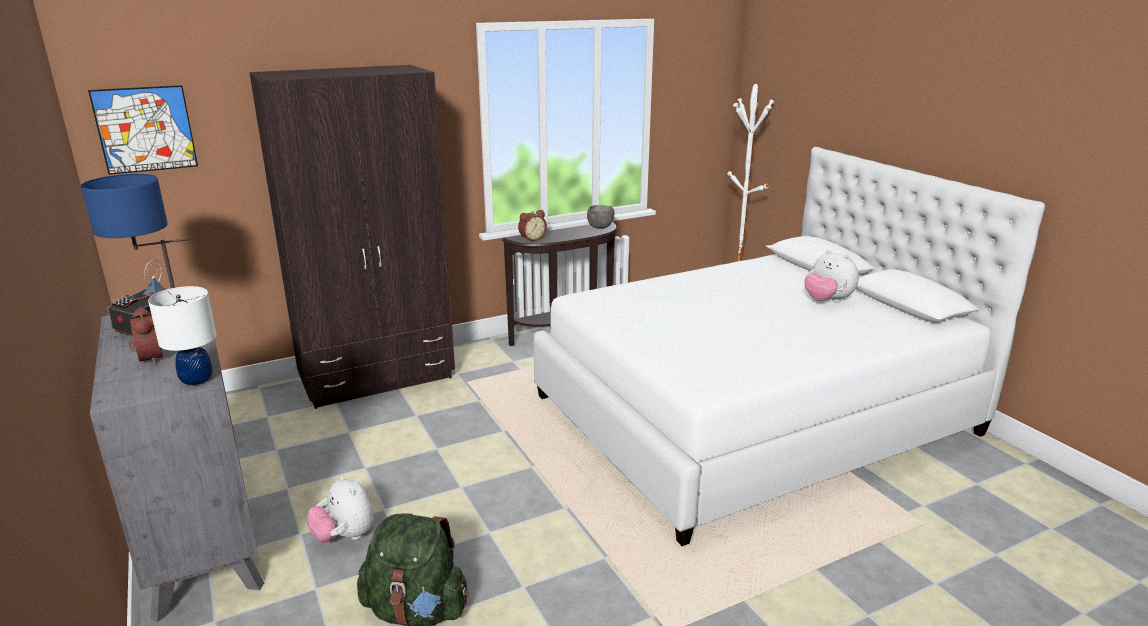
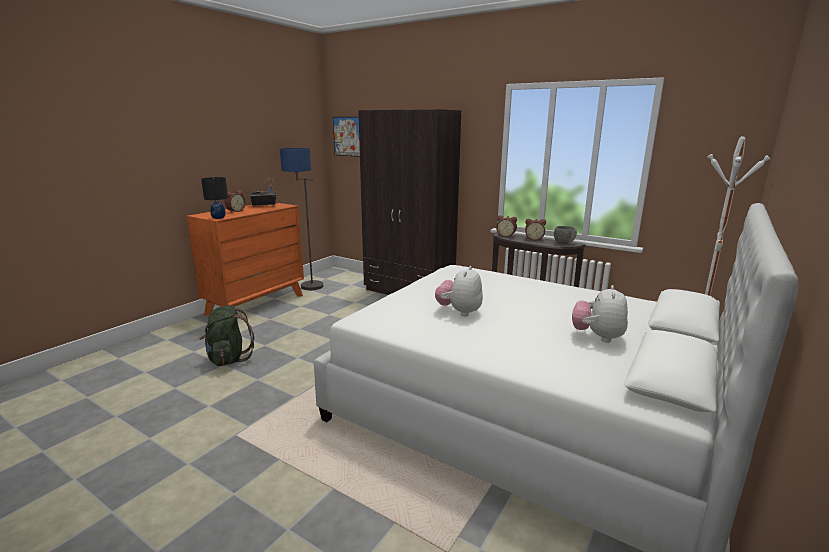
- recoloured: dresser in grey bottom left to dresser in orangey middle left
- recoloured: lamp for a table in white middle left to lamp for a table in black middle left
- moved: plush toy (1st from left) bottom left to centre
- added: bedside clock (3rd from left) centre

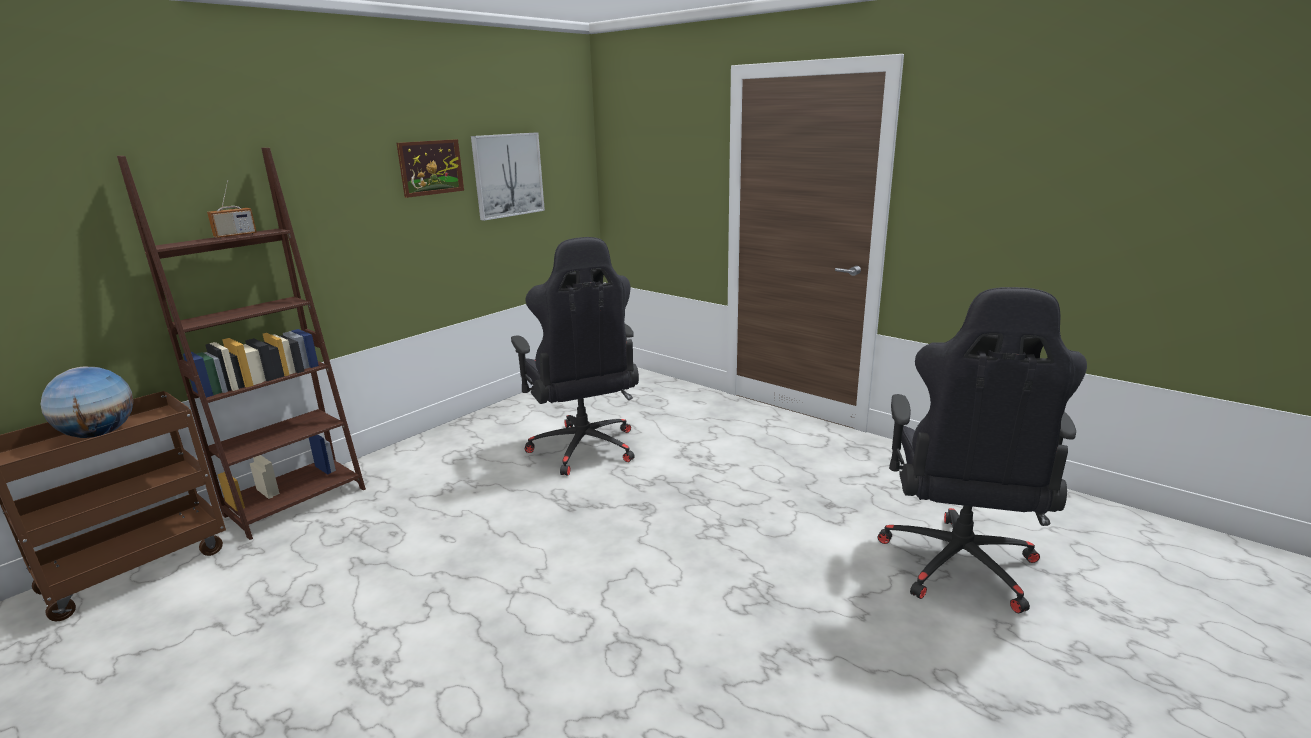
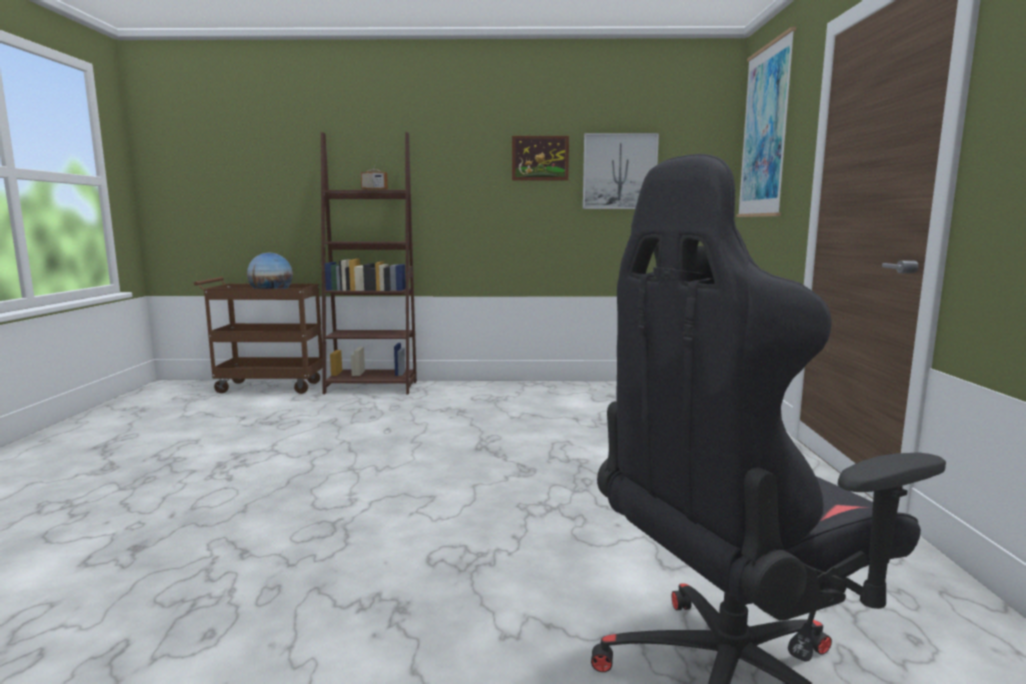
- added: wall picture (3rd from left) top right
- removed: office chair in black (1st from left) centre

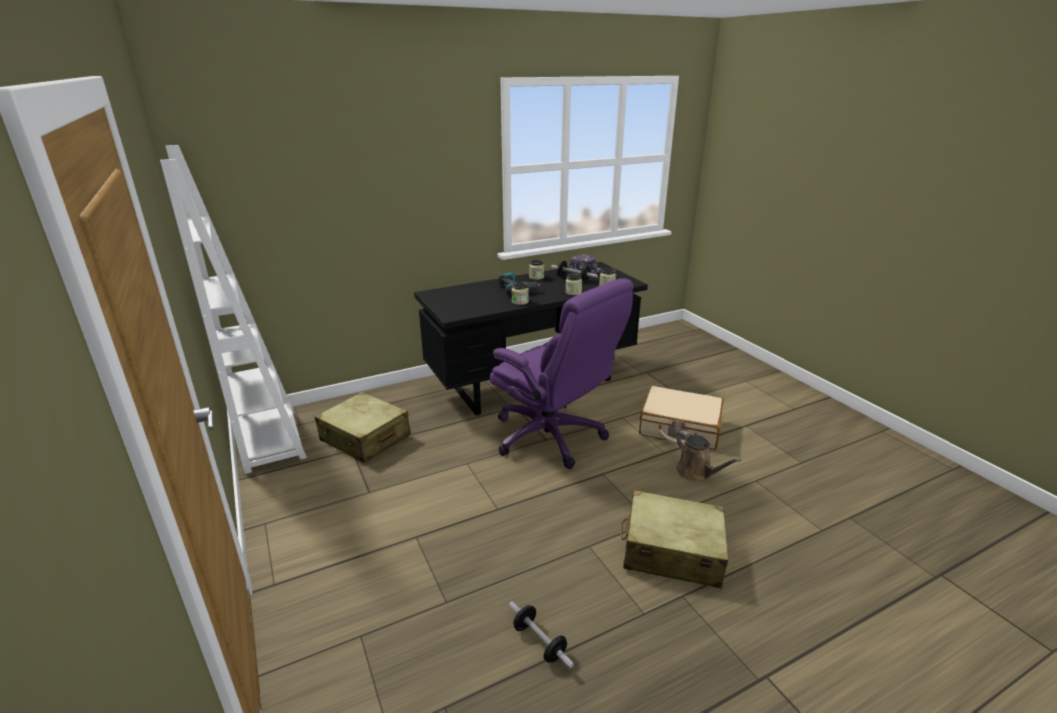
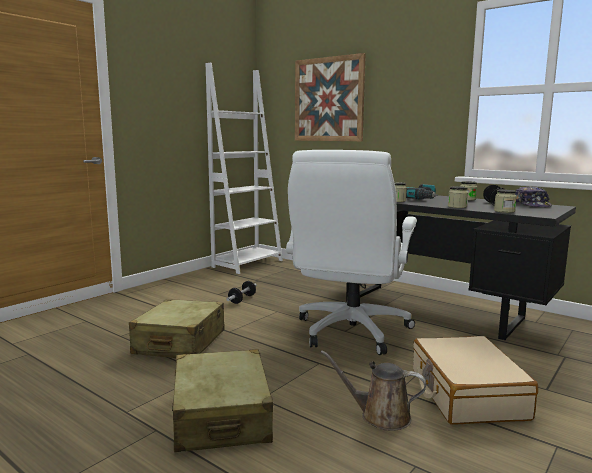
- moved: suitcase in beige-coloured (1st from left) centre to bottom left
- moved: free weight (1st from left) bottom centre to centre
- recoloured: office chair in purple-coloured centre to office chair in white centre
- added: wall picture top centre
- turned: sprinkling can in brown middle right = bottom centre 75 degrees clockwise

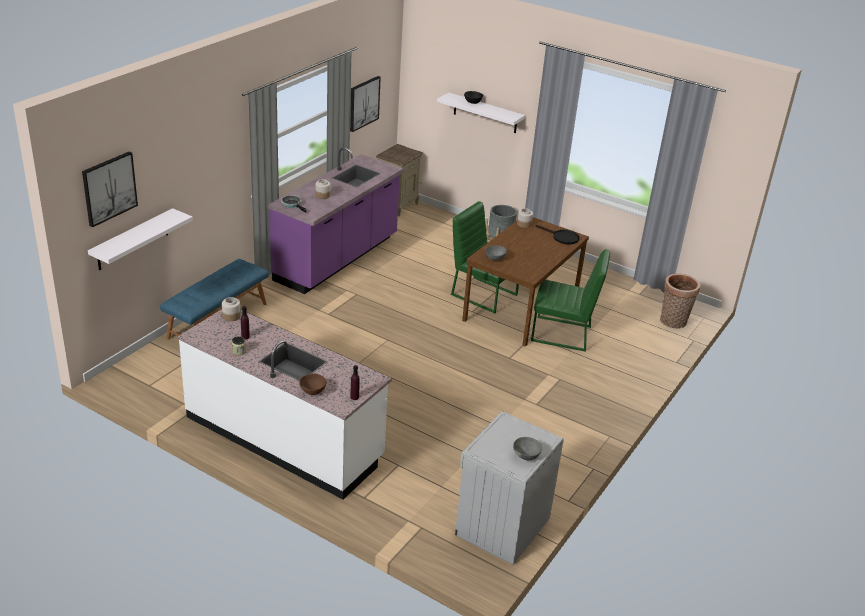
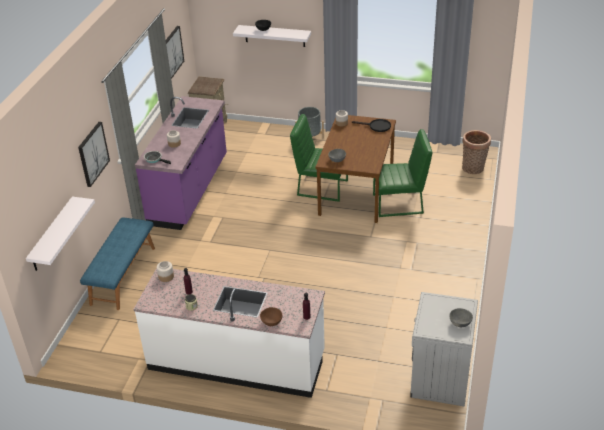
- moved: wall picture (1st from left) top left to middle left

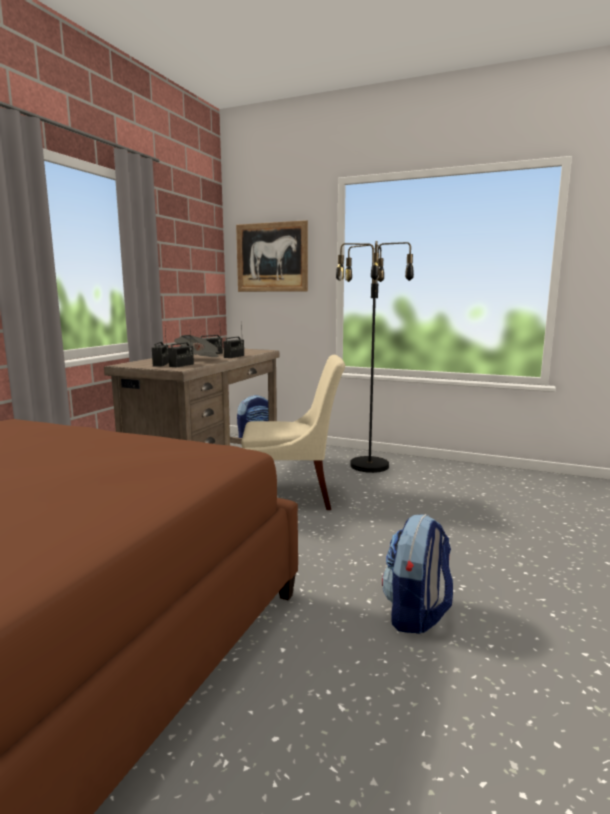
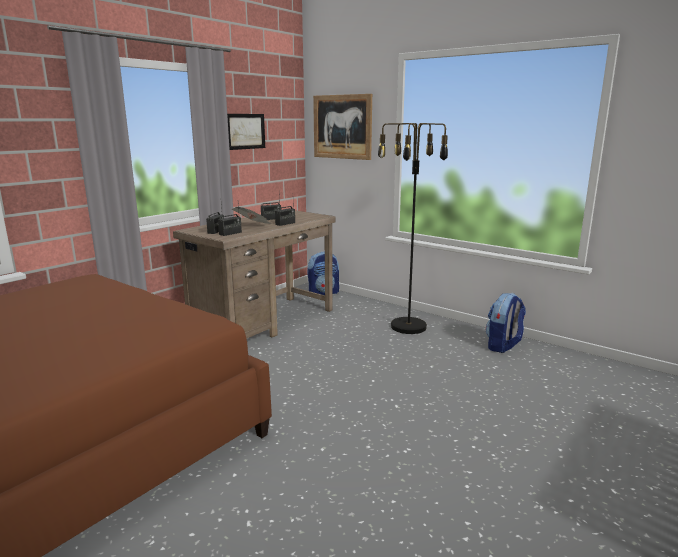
- added: wall picture (1st from left) top centre
- moved: backpack (2nd from left) bottom right to middle right
- removed: plain chair in beige-coloured centre

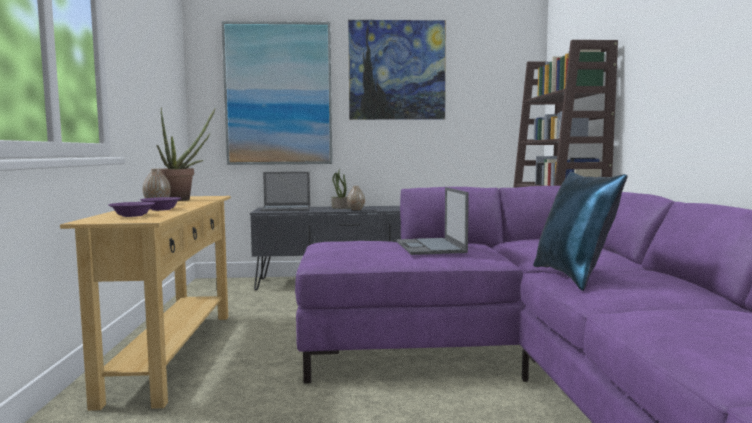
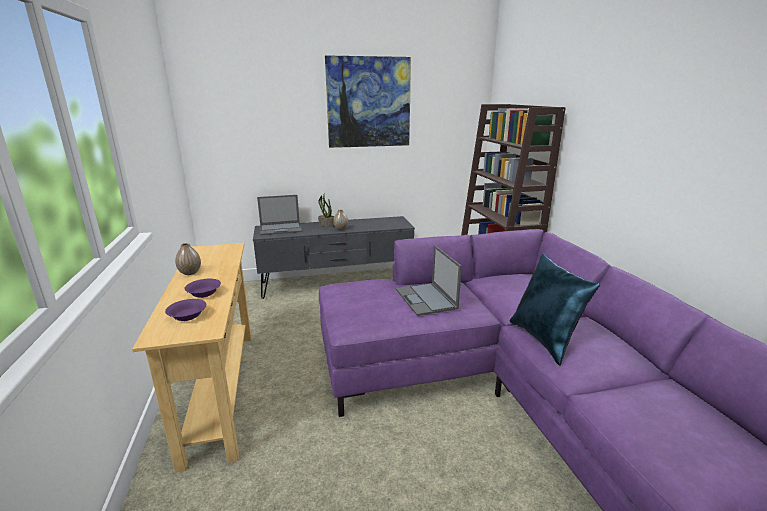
- removed: plant in a pot (1st from left) middle left
- removed: wall picture (1st from left) top centre

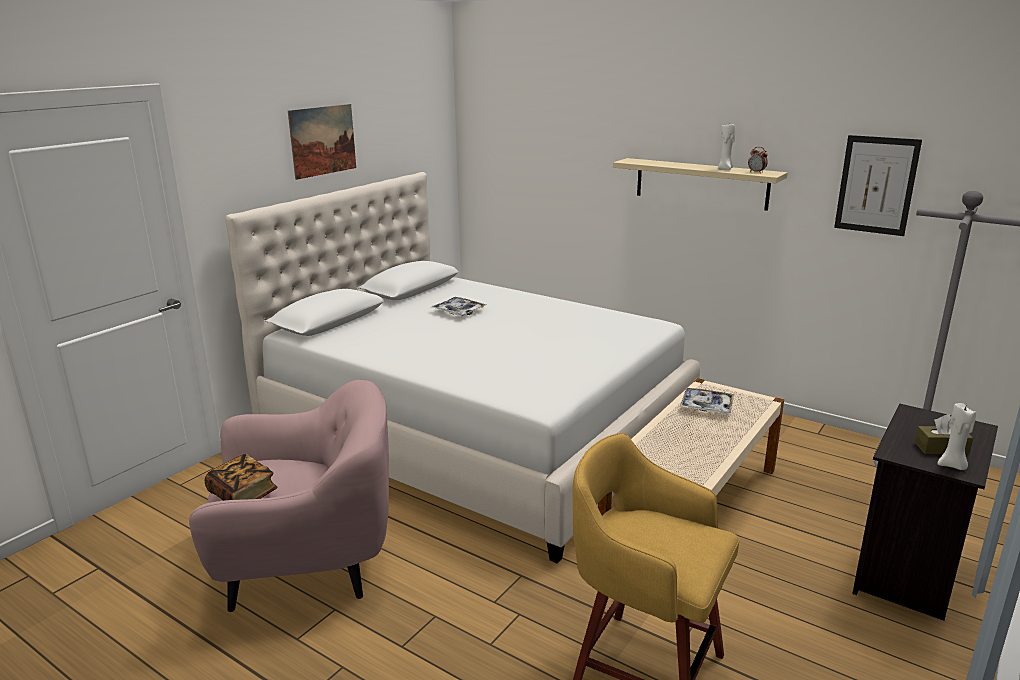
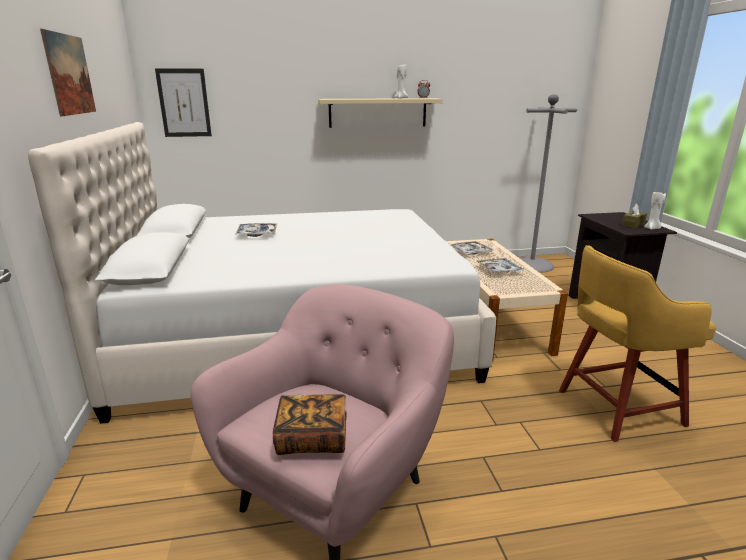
- moved: wall picture (2nd from left) top right to top left
- added: serving tray (3rd from left) middle right

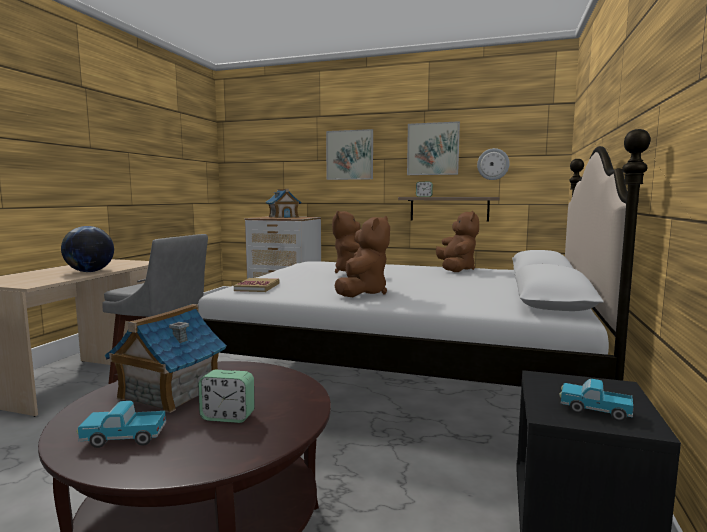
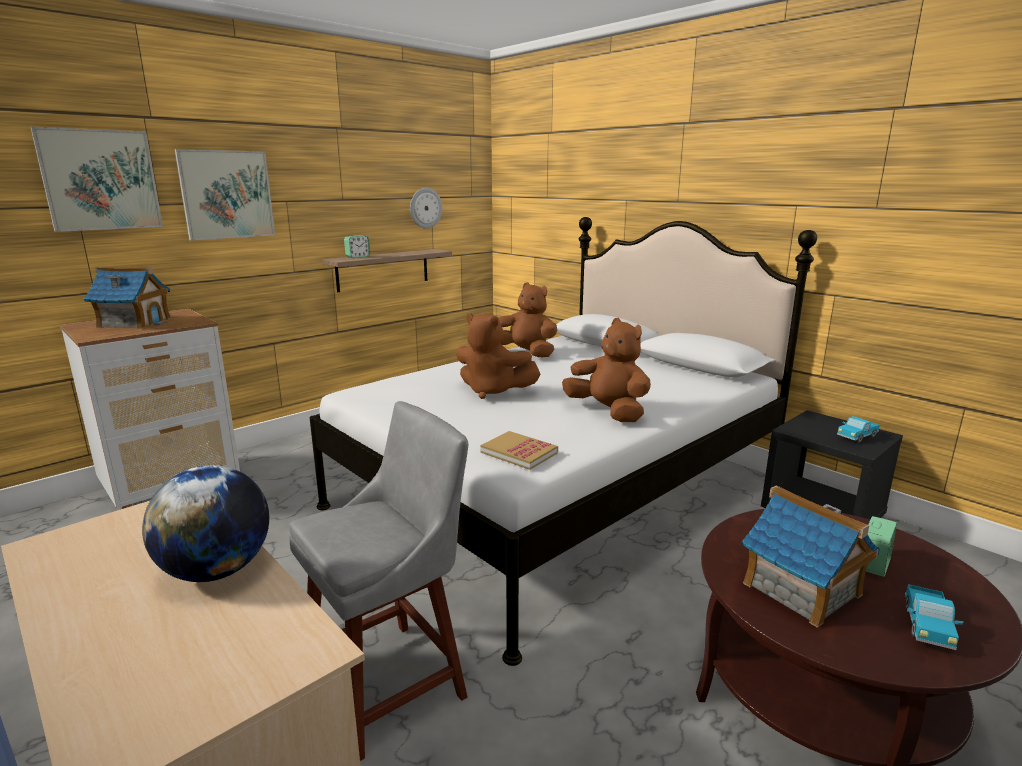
- moved: wall picture (2nd from left in the first image) top centre to wall picture (1st from left) top left

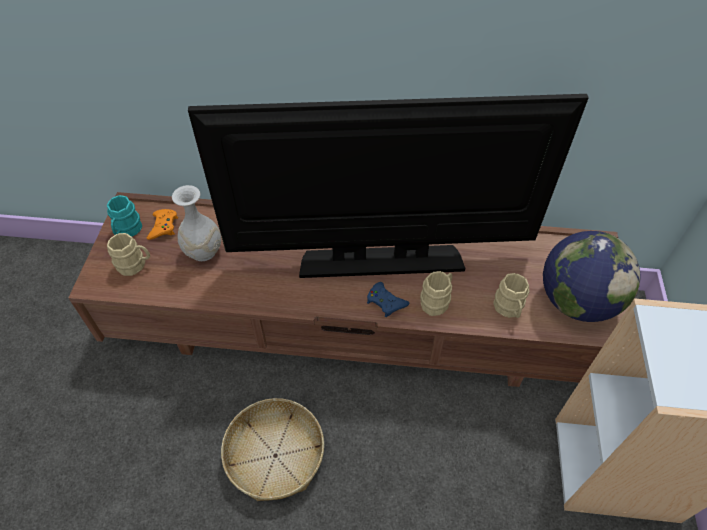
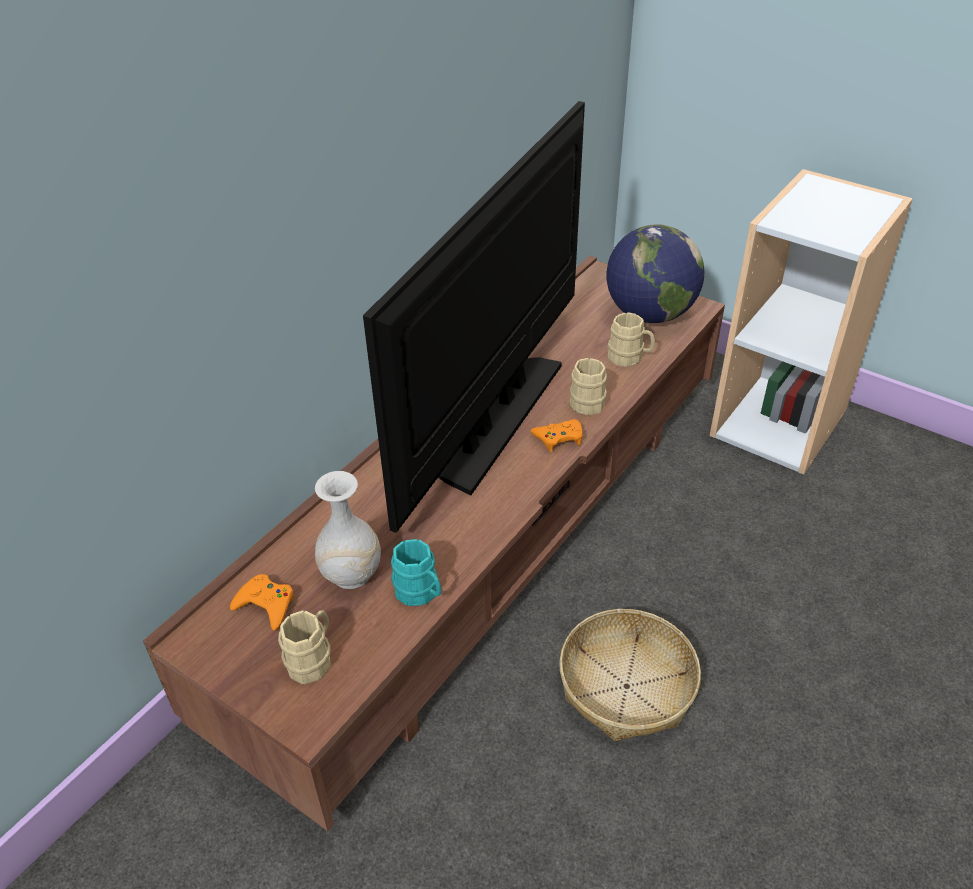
- moved: coffee mug in turquoise middle left to centre
- recoloured: game controller in blue-coloured centre to game controller in orangey (2nd from left) centre

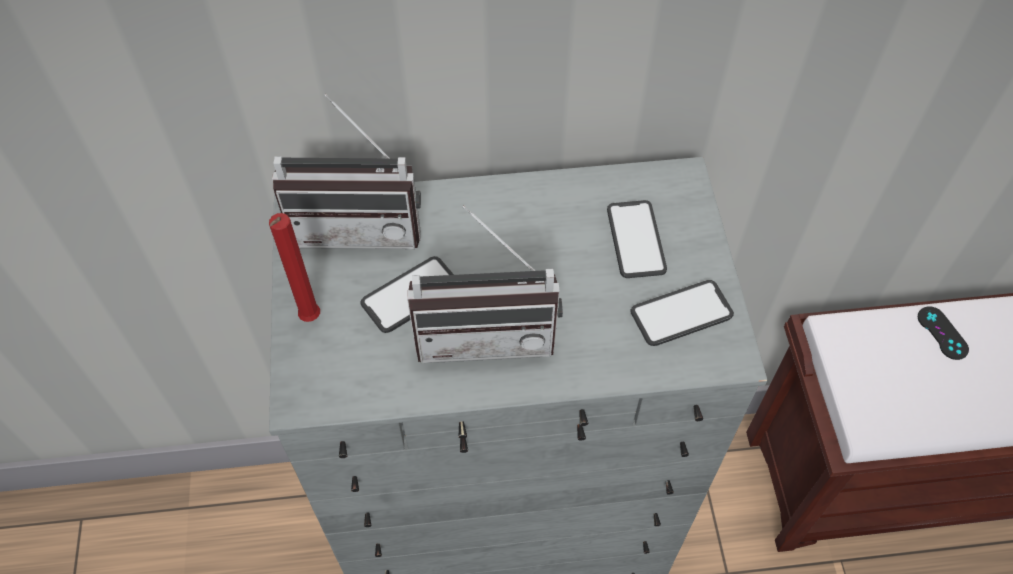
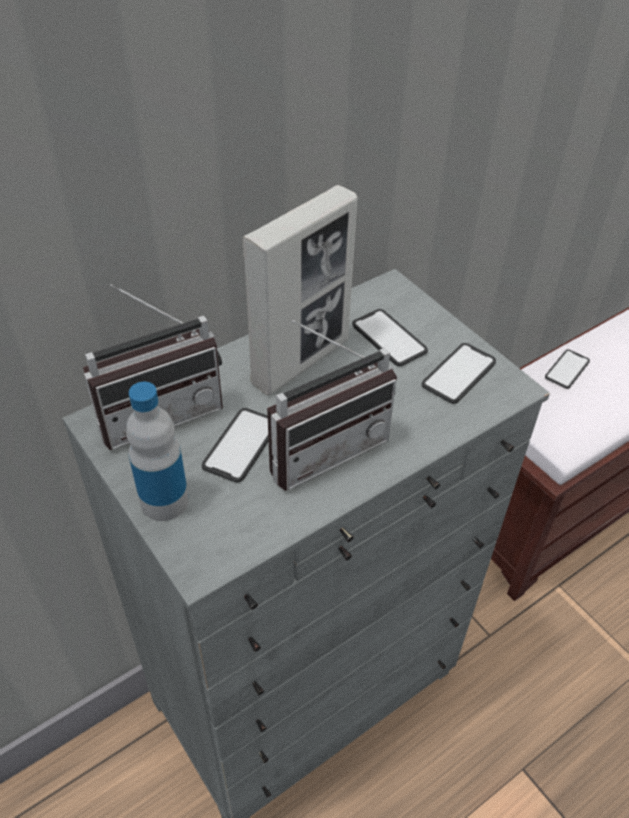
- replaced: wax candle in red middle left to beverage bottle middle left
- added: picture frame centre
- replaced: game controller in black middle right to phone (4th from left) middle right

